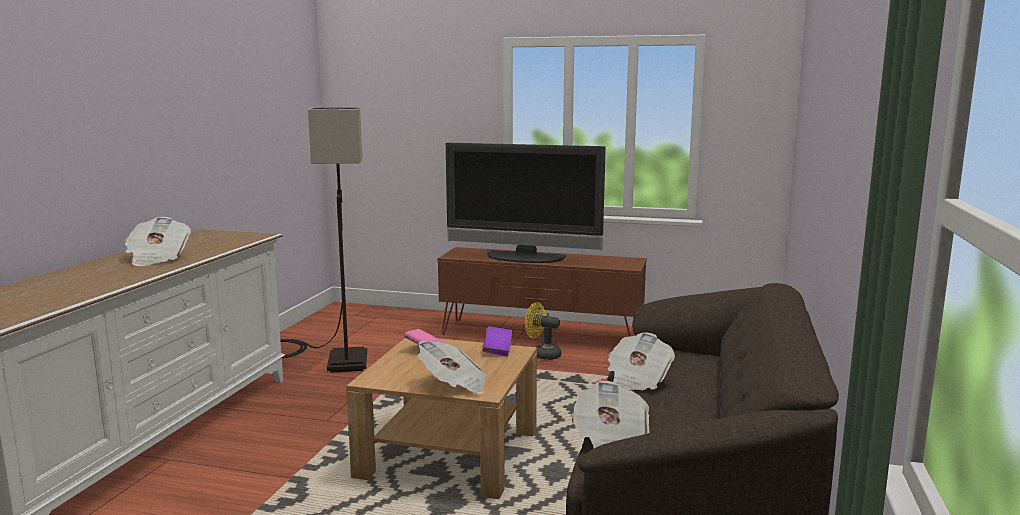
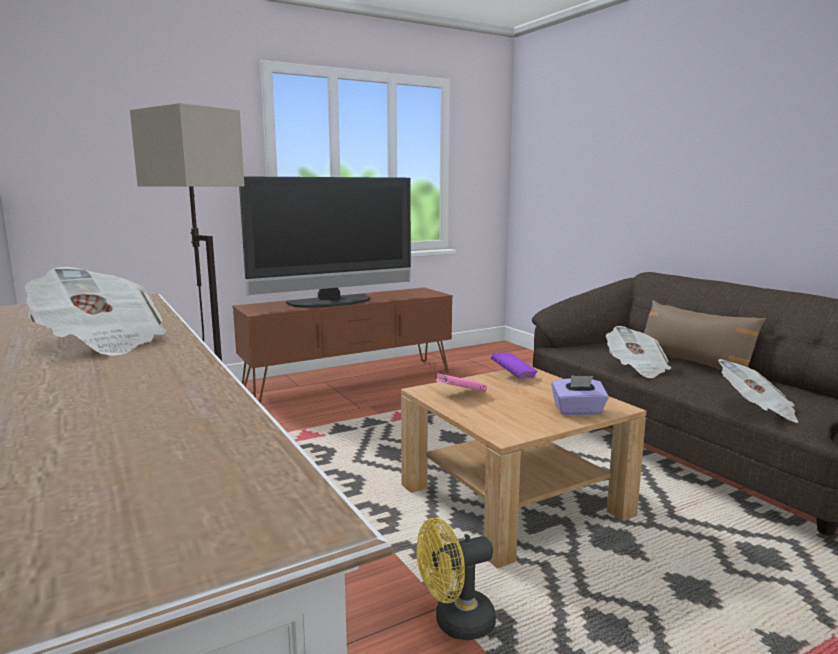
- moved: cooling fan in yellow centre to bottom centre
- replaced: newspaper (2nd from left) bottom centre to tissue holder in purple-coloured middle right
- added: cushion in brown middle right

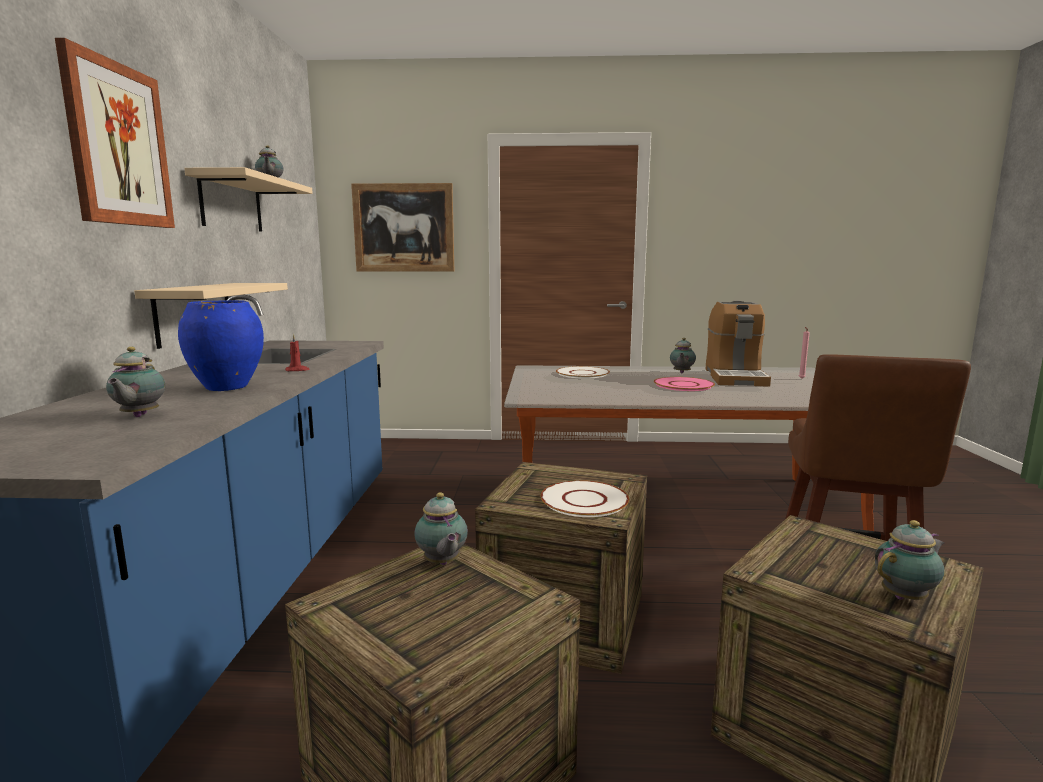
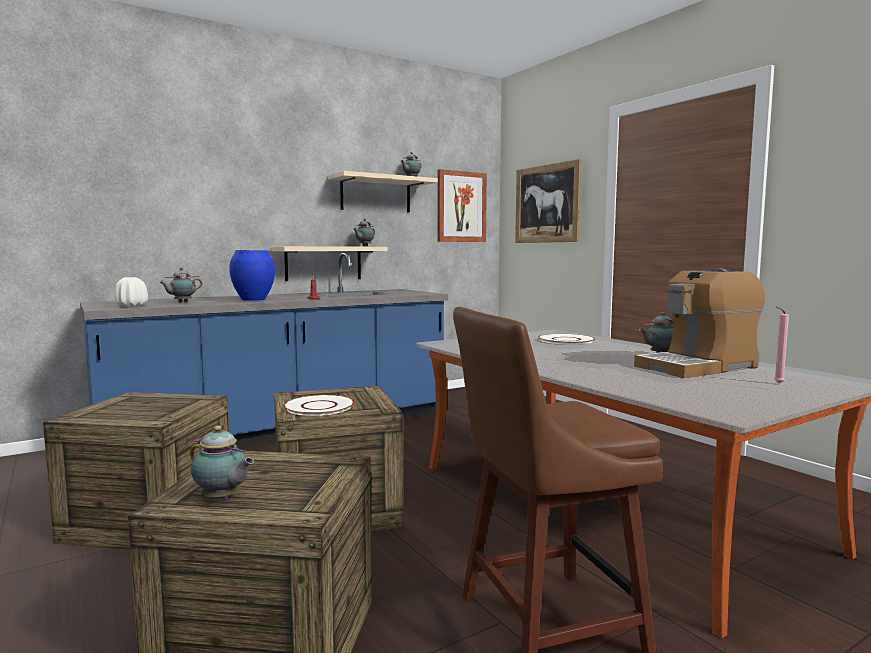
- added: decorative vase in white middle left
- moved: teapot (3rd from left) bottom centre to centre
- moved: wall picture (1st from left) top left to top centre
- removed: flat dish in pink centre

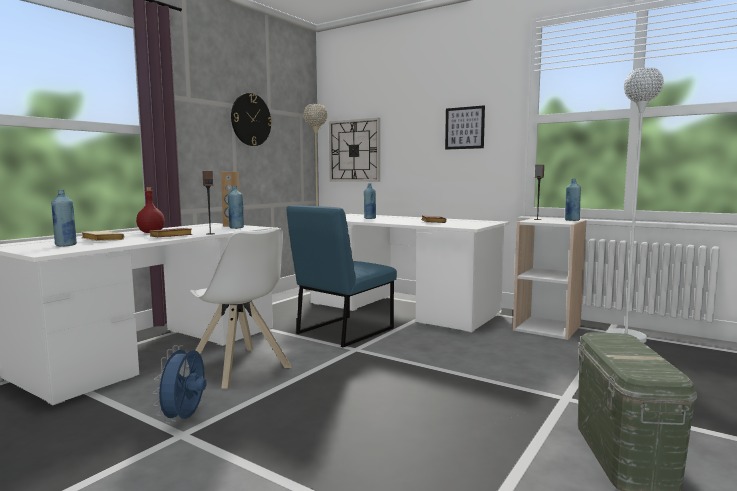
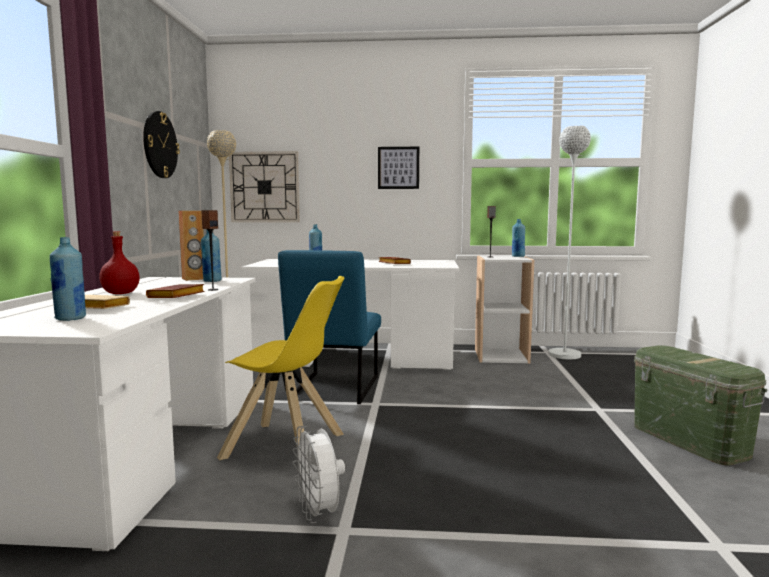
- recoloured: plain chair in white middle left to plain chair in yellow centre
- recoloured: cooling fan in blue-coloured bottom left to cooling fan in white bottom centre

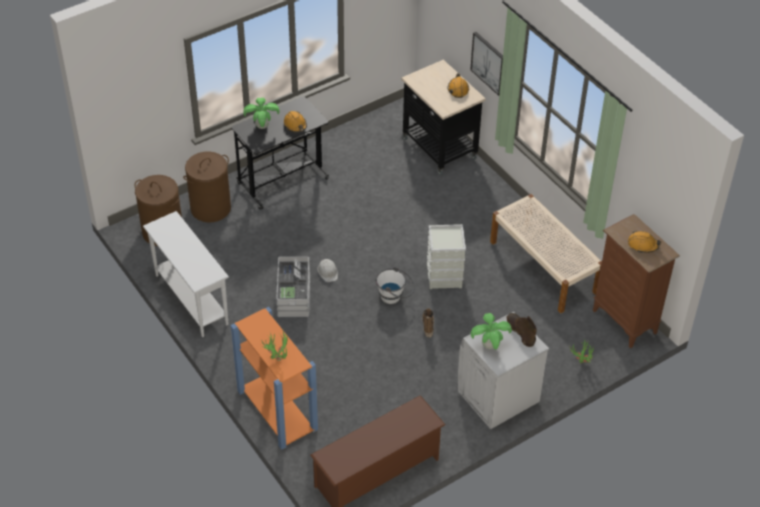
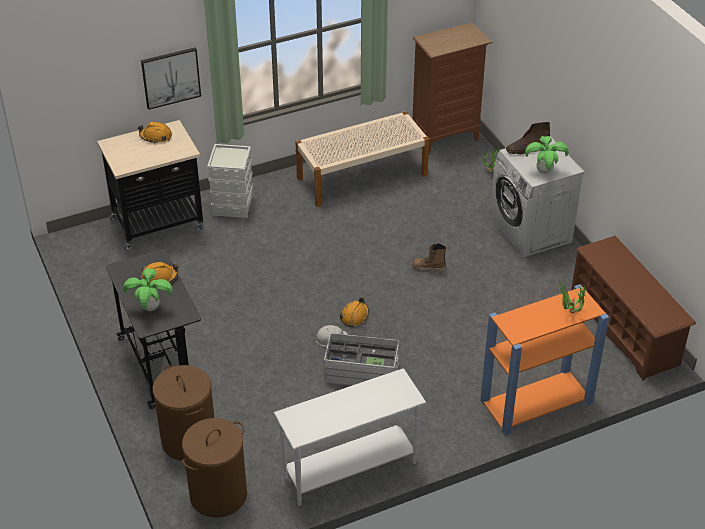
- moved: storage container in grey (2nd from left in the first image) centre to storage container in grey (1st from left) middle left
- moved: safety helmet in orangey (3rd from left) middle right to centre
- removed: water bucket in white centre

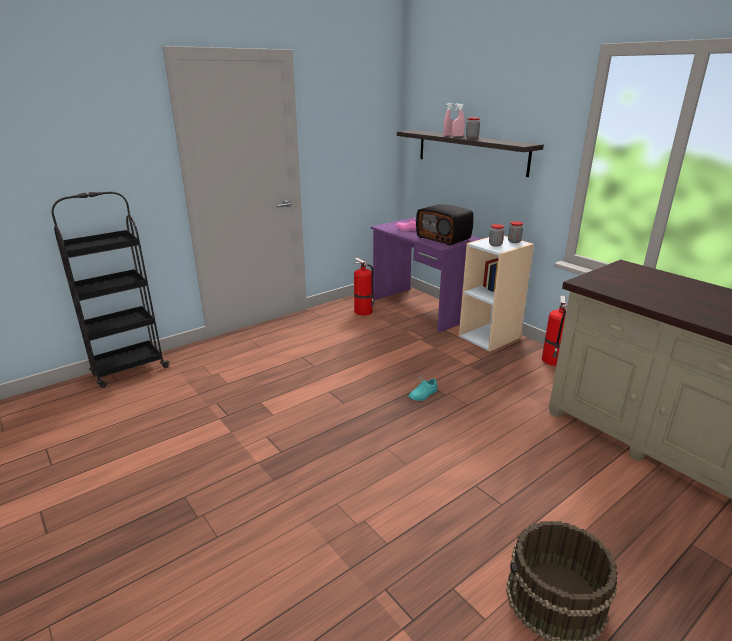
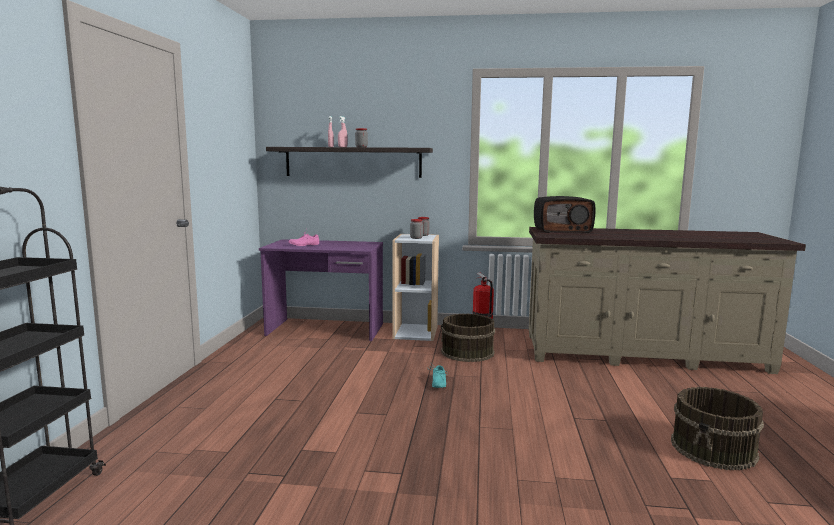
- added: water bucket in brown (1st from left) centre
- moved: radio set centre to middle right
- removed: extinguisher (1st from left) centre

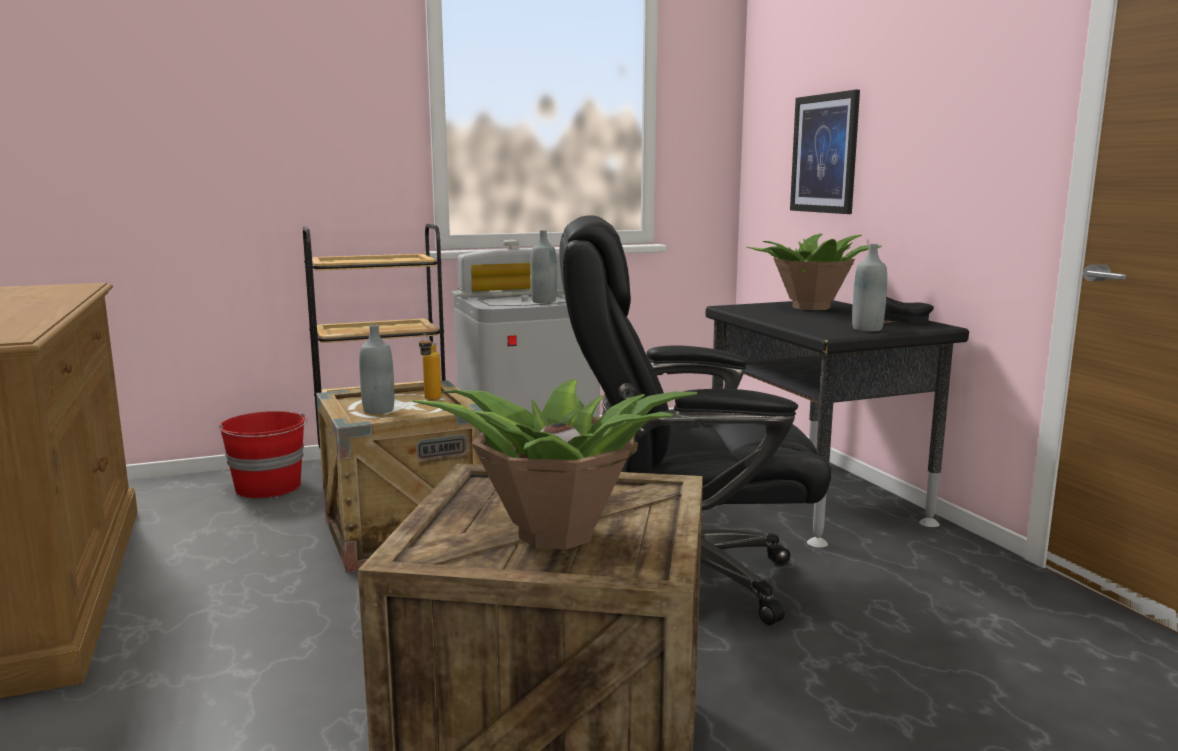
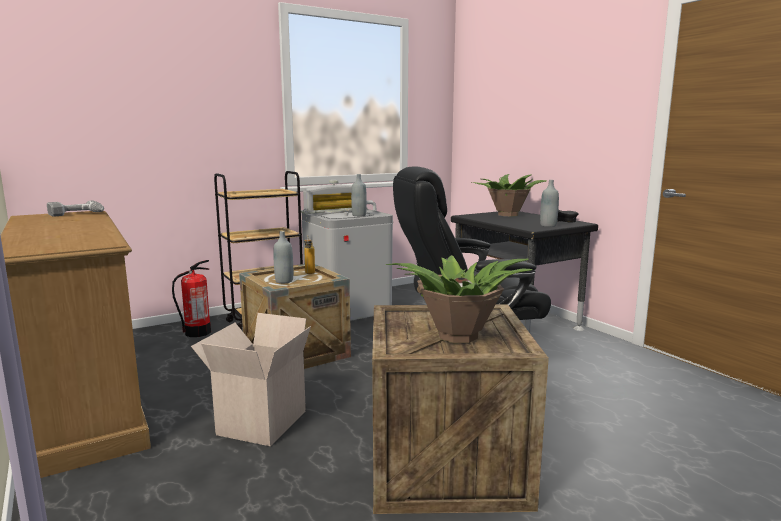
- added: power drill middle left
- replaced: water bucket in red middle left to extinguisher middle left
- added: carton bottom left
- removed: wall picture top right

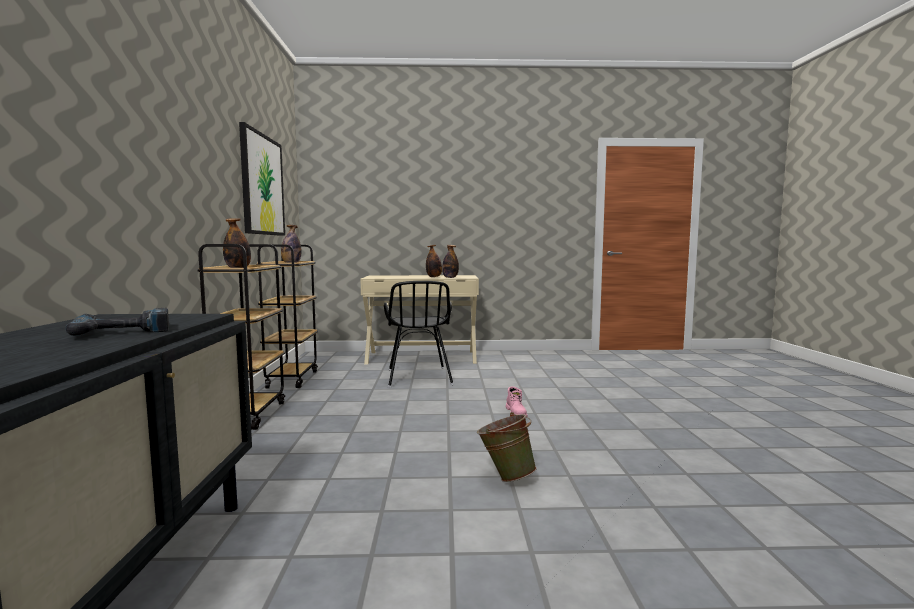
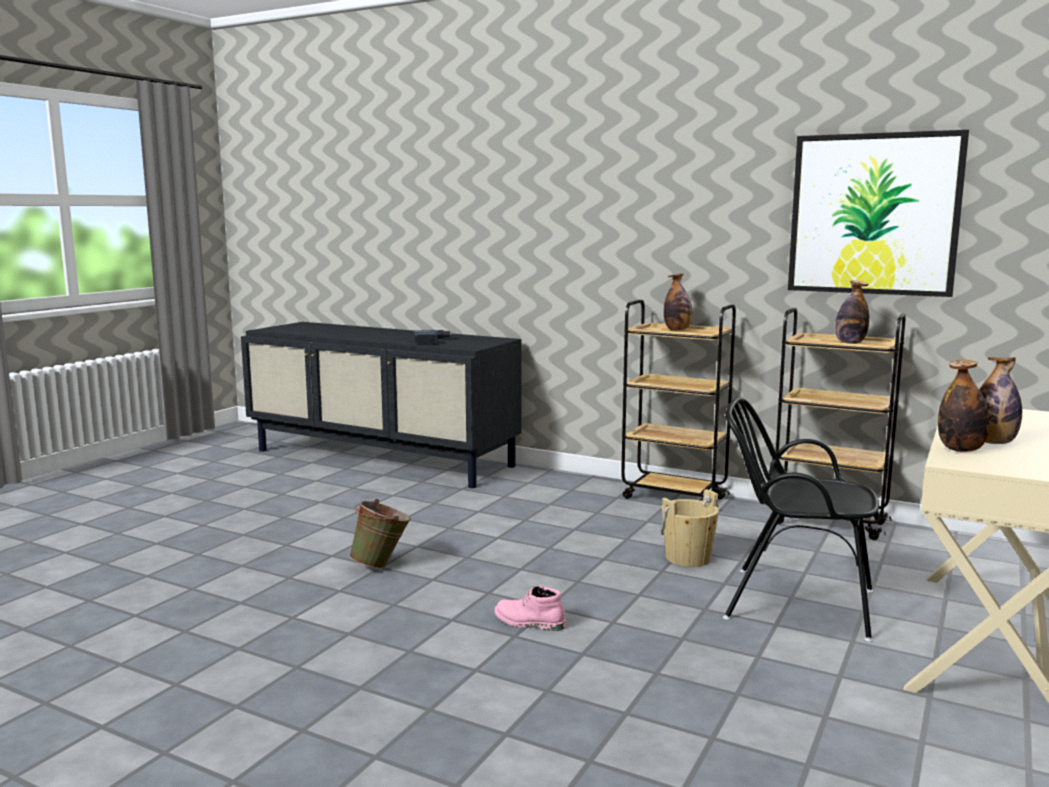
- added: water bucket in beige-coloured bottom centre

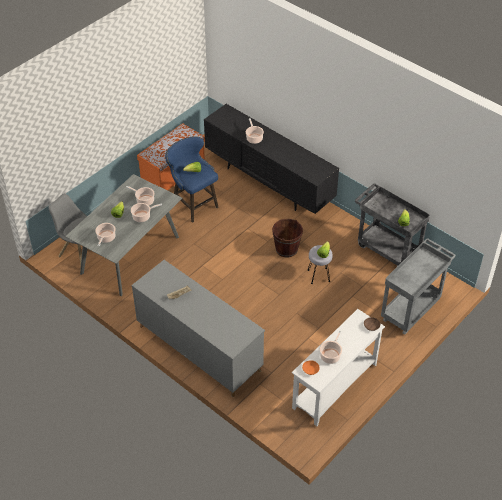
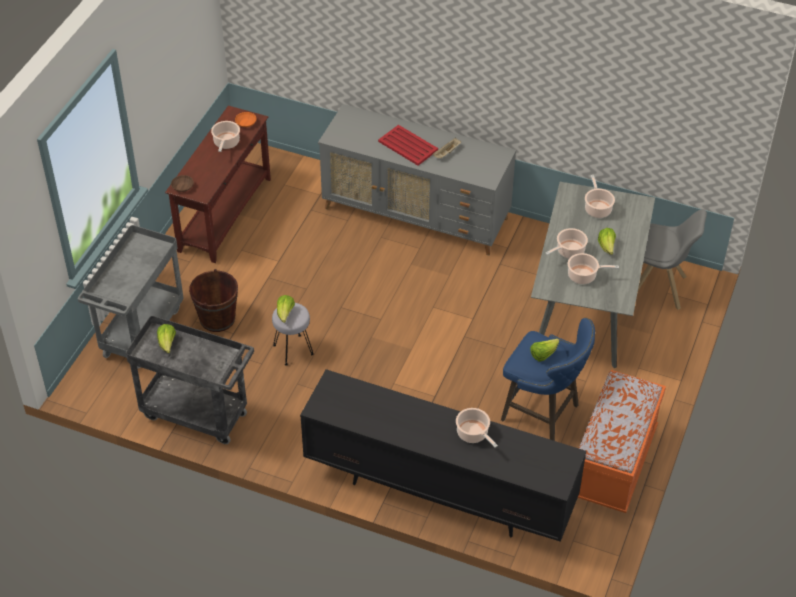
- recoloured: console table in white bottom right to console table in brown top left
- moved: water bucket in brown centre to middle left
- added: serving tray in red top centre

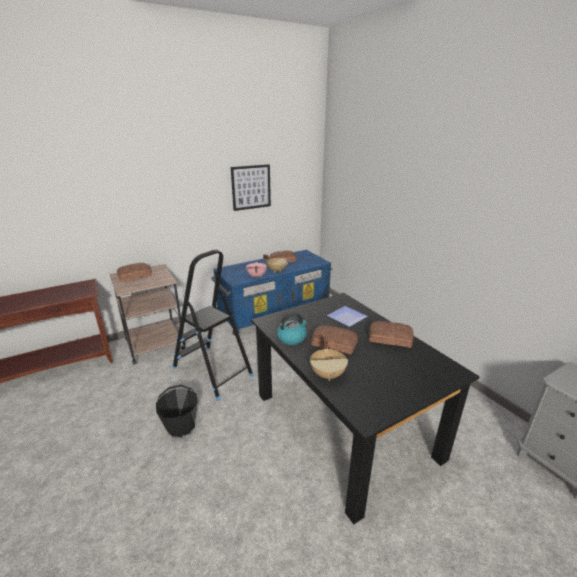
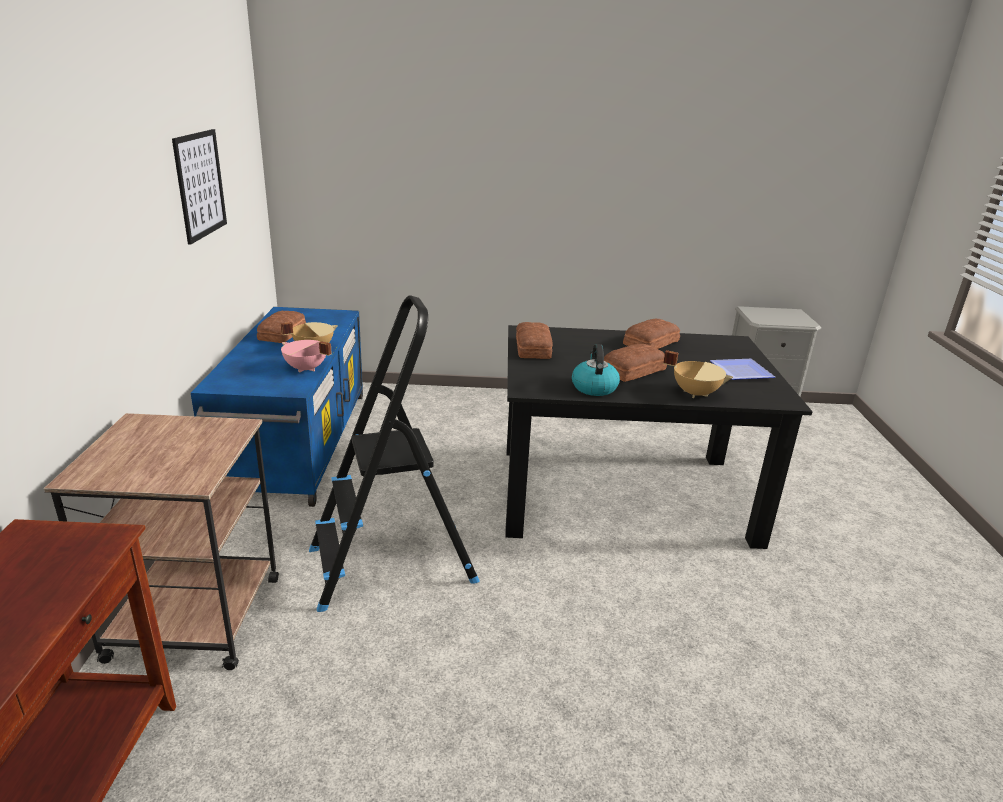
- moved: baked bread (1st from left in the first image) middle left to baked bread (2nd from left) centre
- moved: flat dish centre to middle right
- removed: water bucket in black bottom left

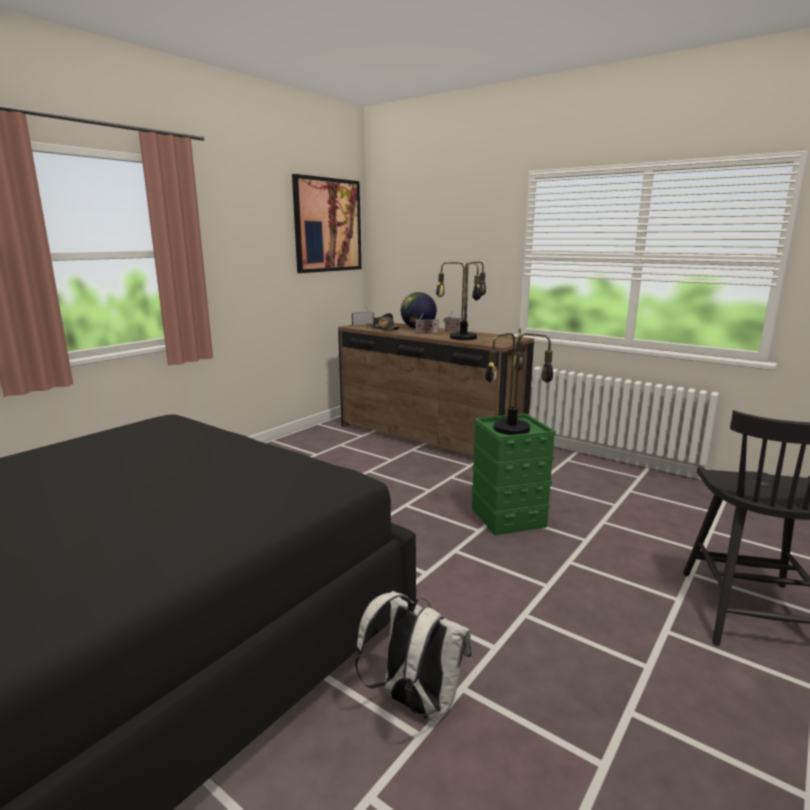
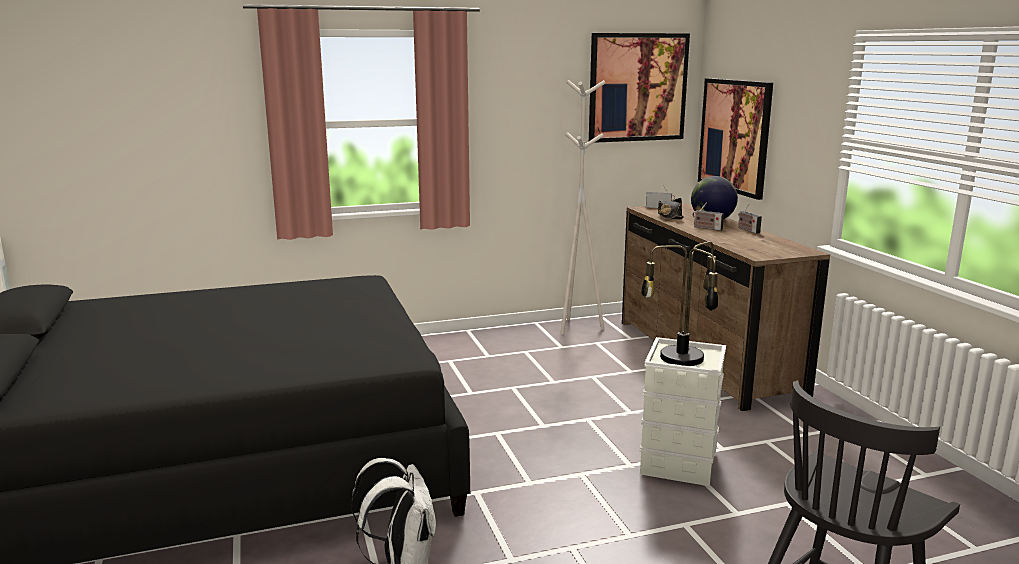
- added: clothes rack in grey centre
- recoloured: storage container in green centre to storage container in grey bottom right
- added: wall picture (2nd from left) top right
- removed: lamp for a table (1st from left) centre

